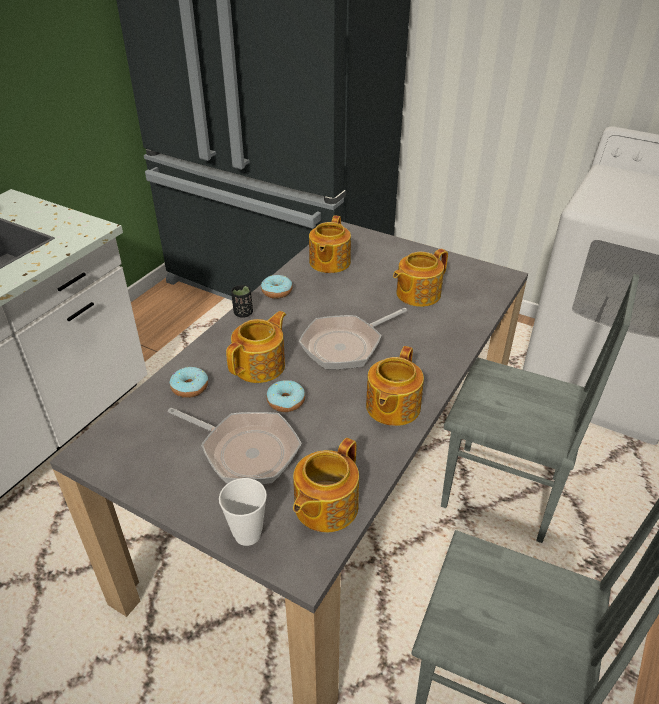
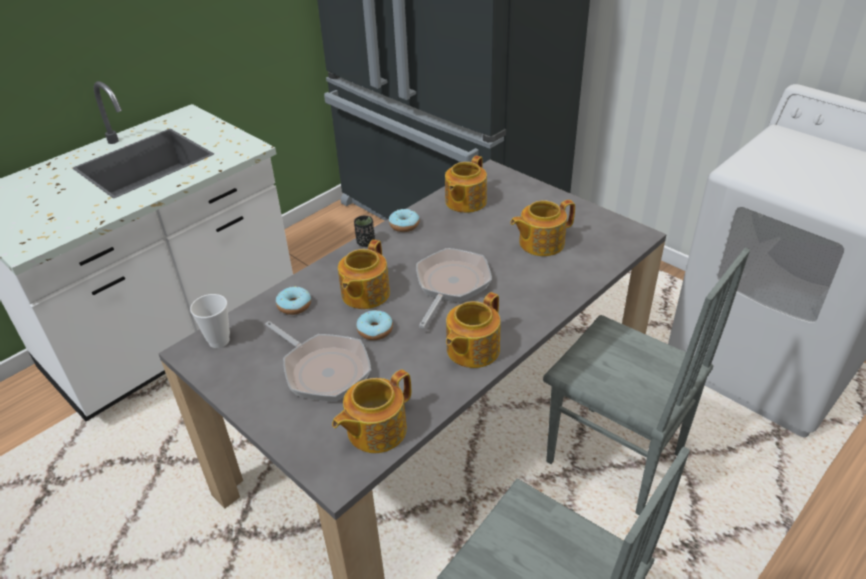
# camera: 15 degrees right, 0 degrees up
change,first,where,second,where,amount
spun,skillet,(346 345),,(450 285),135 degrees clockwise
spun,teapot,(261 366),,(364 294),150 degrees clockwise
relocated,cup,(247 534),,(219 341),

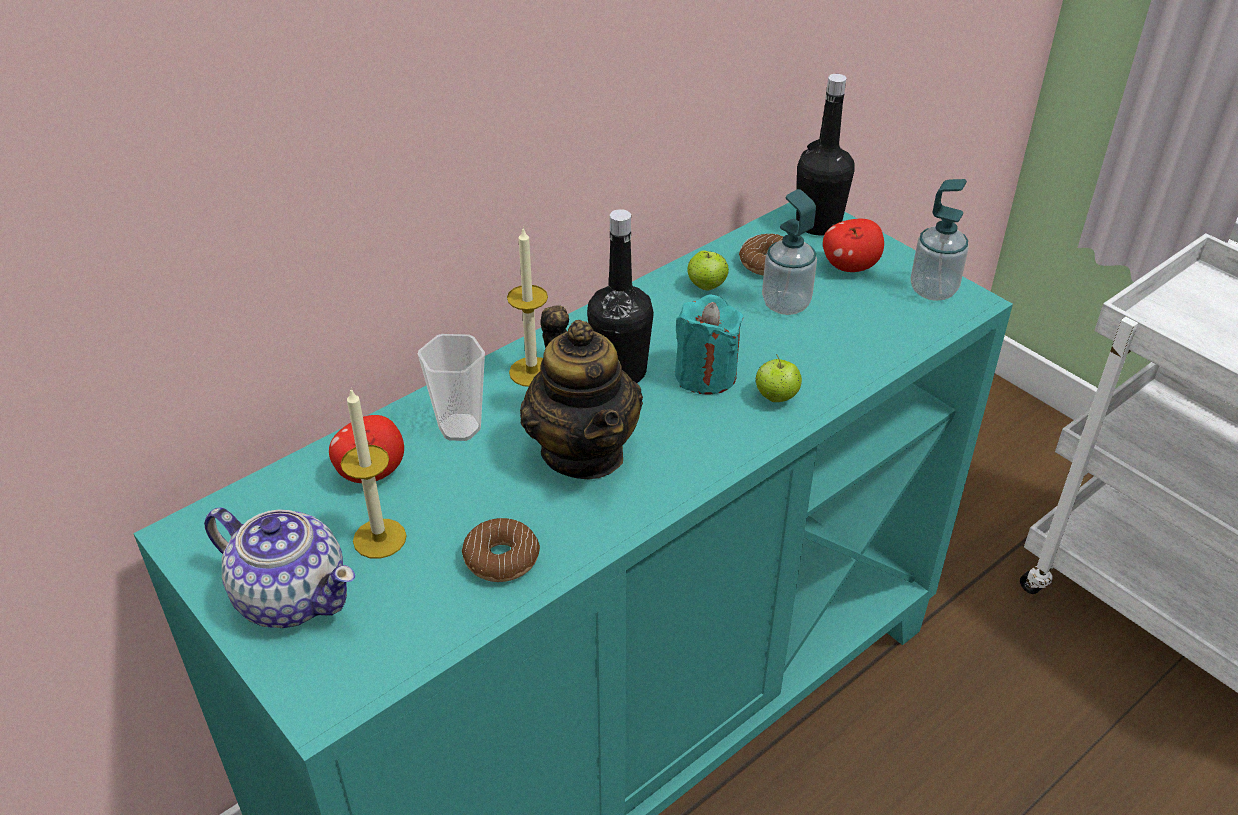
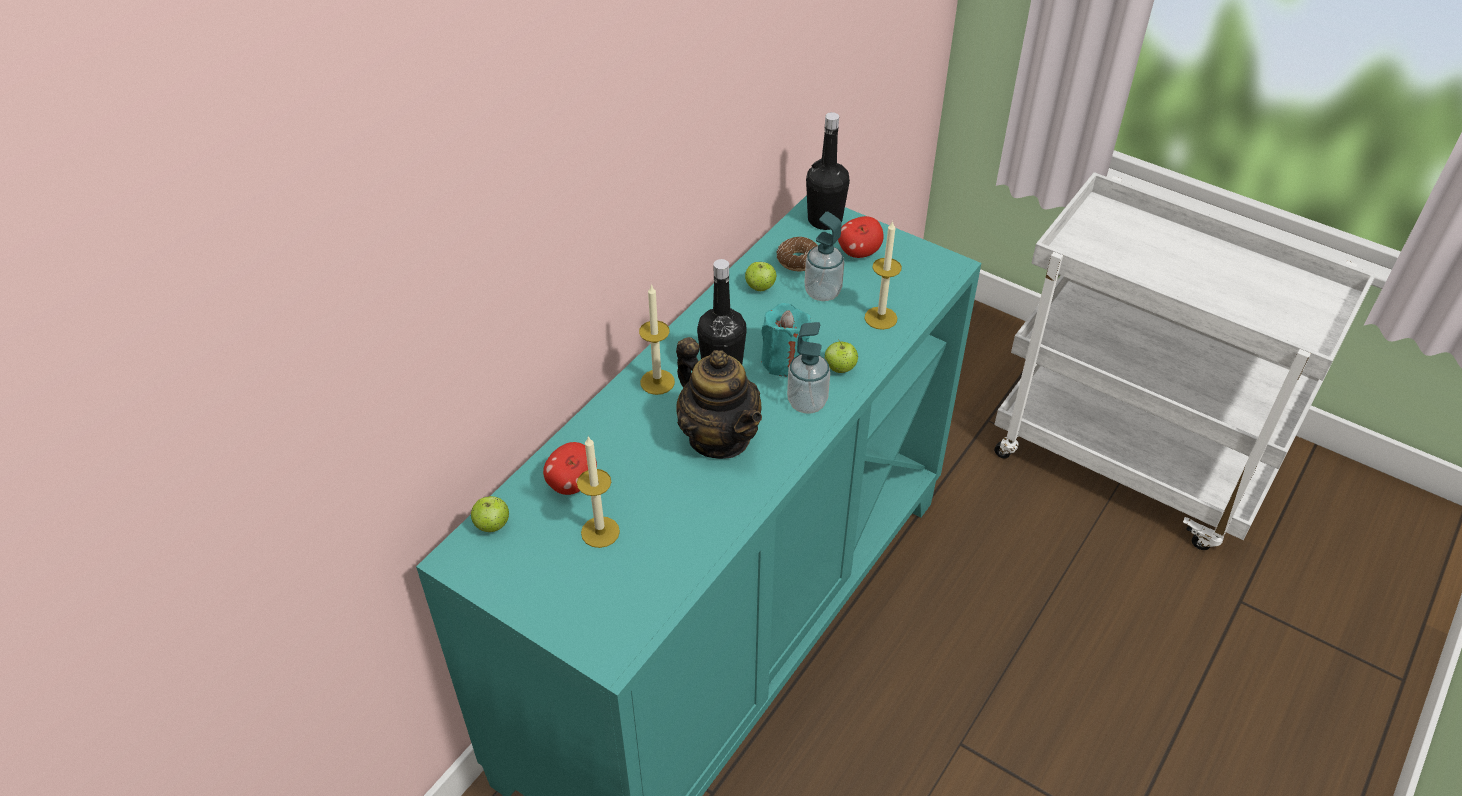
# camera: 15 degrees left, 5 degrees up
change,first,where,second,where,amount
relocated,soap bottle,(933 290),,(807 402),
missing,cup,(460 428),,,
missing,teapot,(291 596),,,
missing,ring doughnut,(501 559),,,
appeared,,,candle,(880 318),
appeared,,,apple fruit,(492 525),

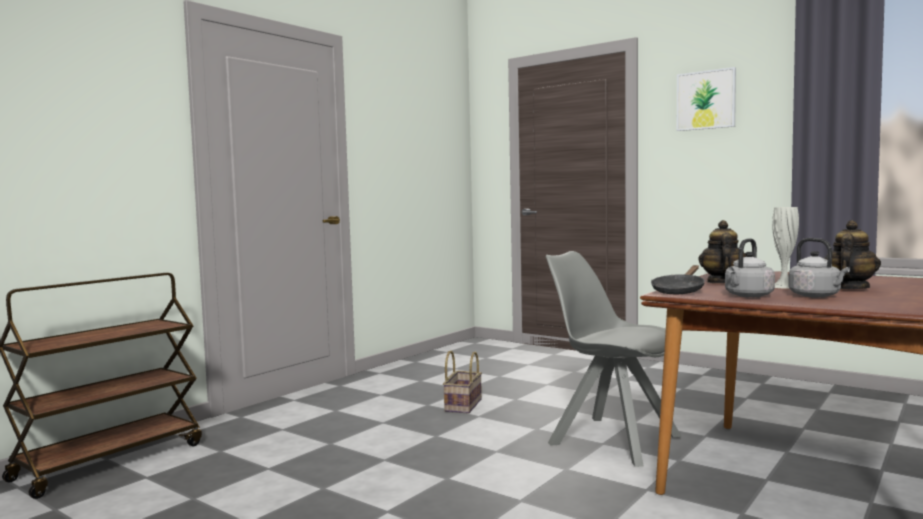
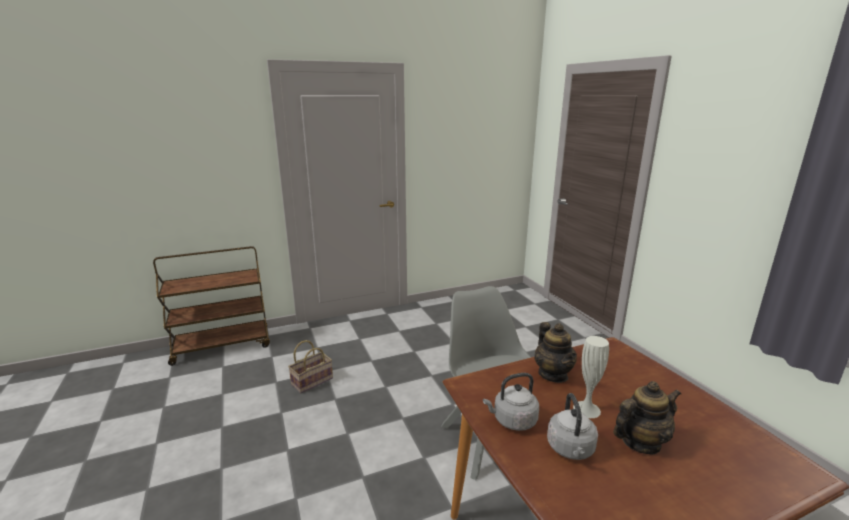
# camera: 30 degrees right, 15 degrees up
change,first,where,second,where,amount
missing,picture,(706 100),,,
spun,teapot,(722 282),,(553 374),120 degrees clockwise
missing,black-coloured skillet,(679 291),,,
relocated,household basket,(462 405),,(312 380),

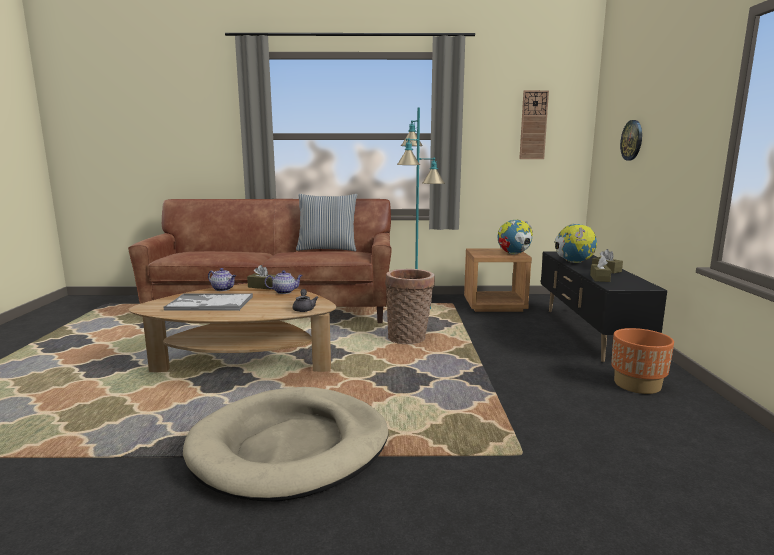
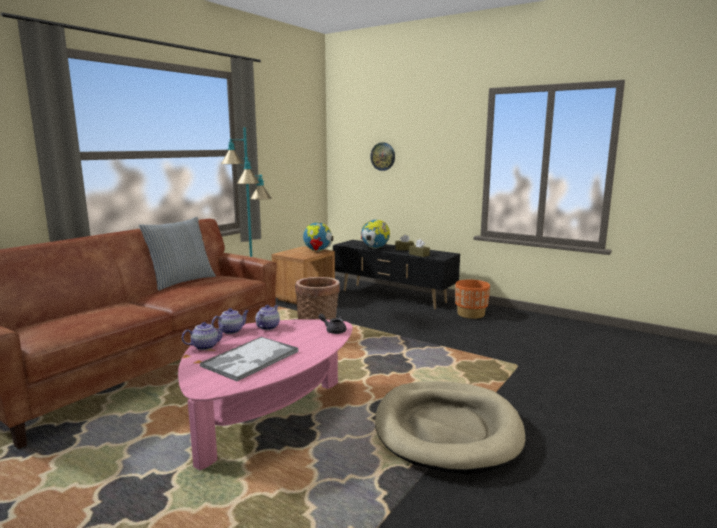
# camera: 55 degrees left, 0 degrees up
change,first,where,second,where,amount
missing,clock on the wall,(533 125),,,
exchanged,brownish tissue holder,(263 286),teapot,(231 331),
colour,brownish lounge table,(243 366),pink lounge table,(268 416),

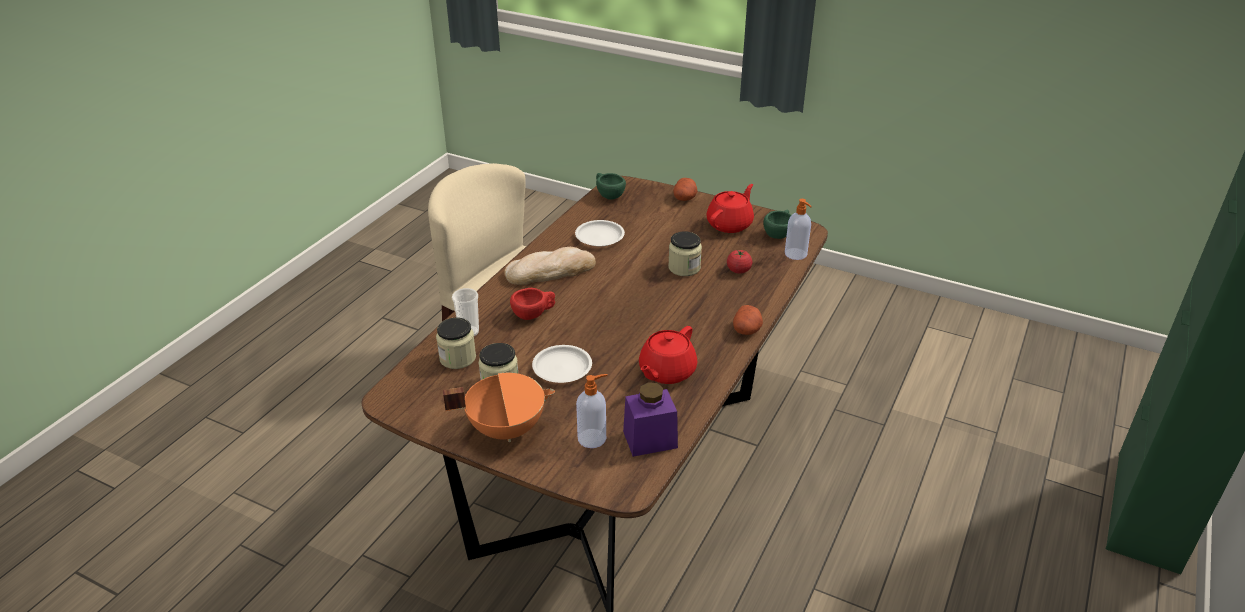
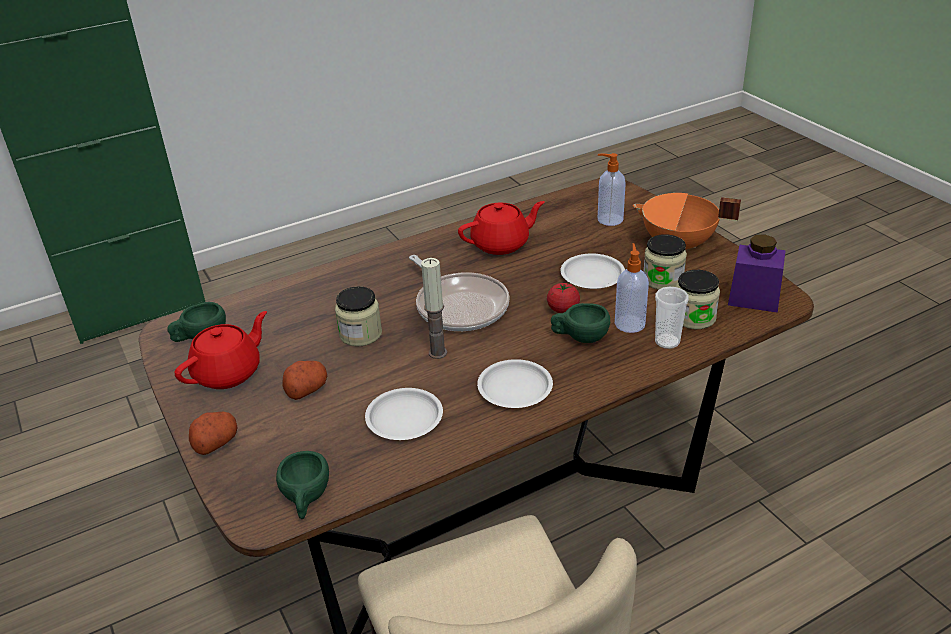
# camera: 145 degrees left, 0 degrees up
change,first,where,second,where,amount
spun,red-coloured teapot,(730 224),,(229 373),150 degrees clockwise
relocated,soap bottle,(796 254),,(629 323),
exchanged,bakery bread,(550 271),white-coloured plate,(515 388),
relocated,fresh tomato,(738 270),,(563 309),
colour,red-coloured cup,(534 314),green-coloured cup,(579 337),
relocated,spud,(747 330),,(306 389),
relocated,purple-coloured preserve jar,(650 439),,(754 298),
appeared,,,skillet,(459 306),
appeared,,,candle,(438 353),

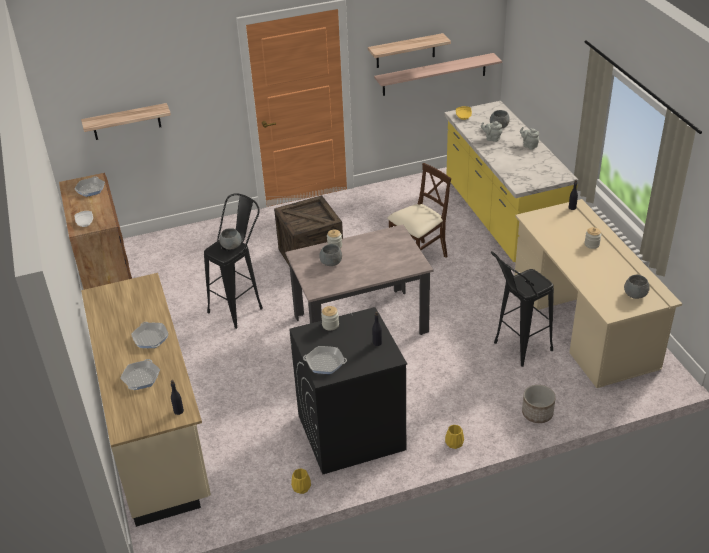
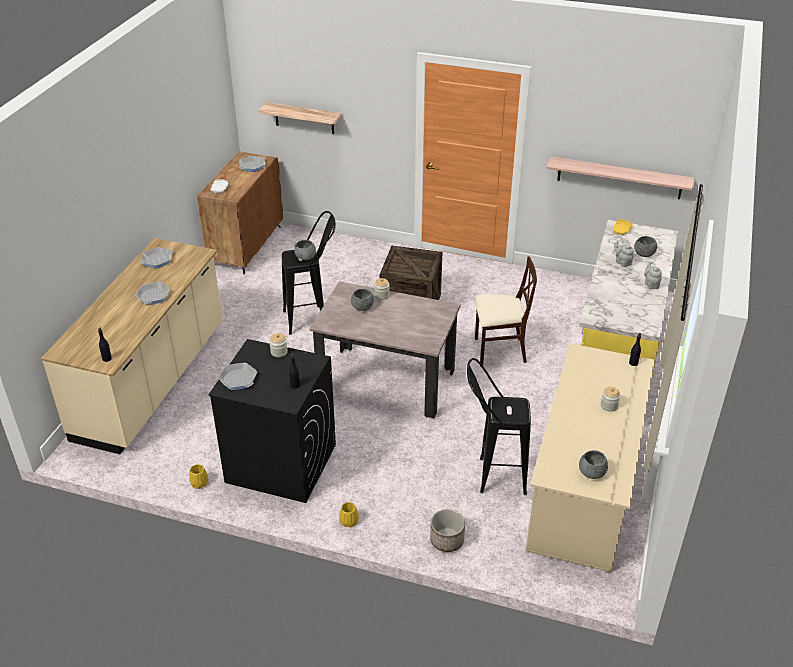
# camera: 35 degrees right, 0 degrees up
change,first,where,second,where,amount
missing,wall shelf,(405 51),,,
relocated,skillet,(141 378),,(157 260),

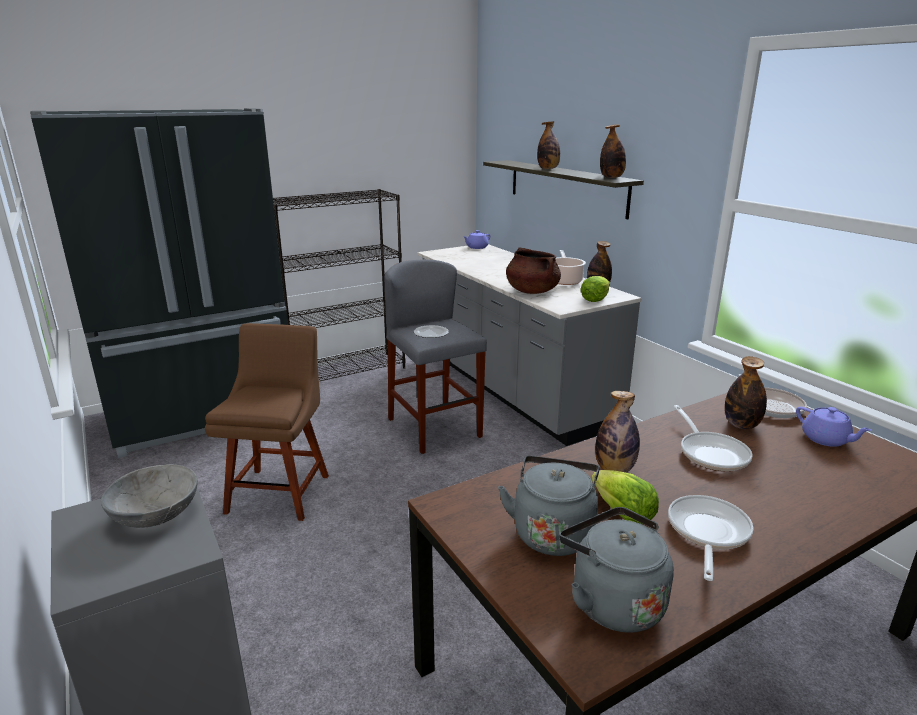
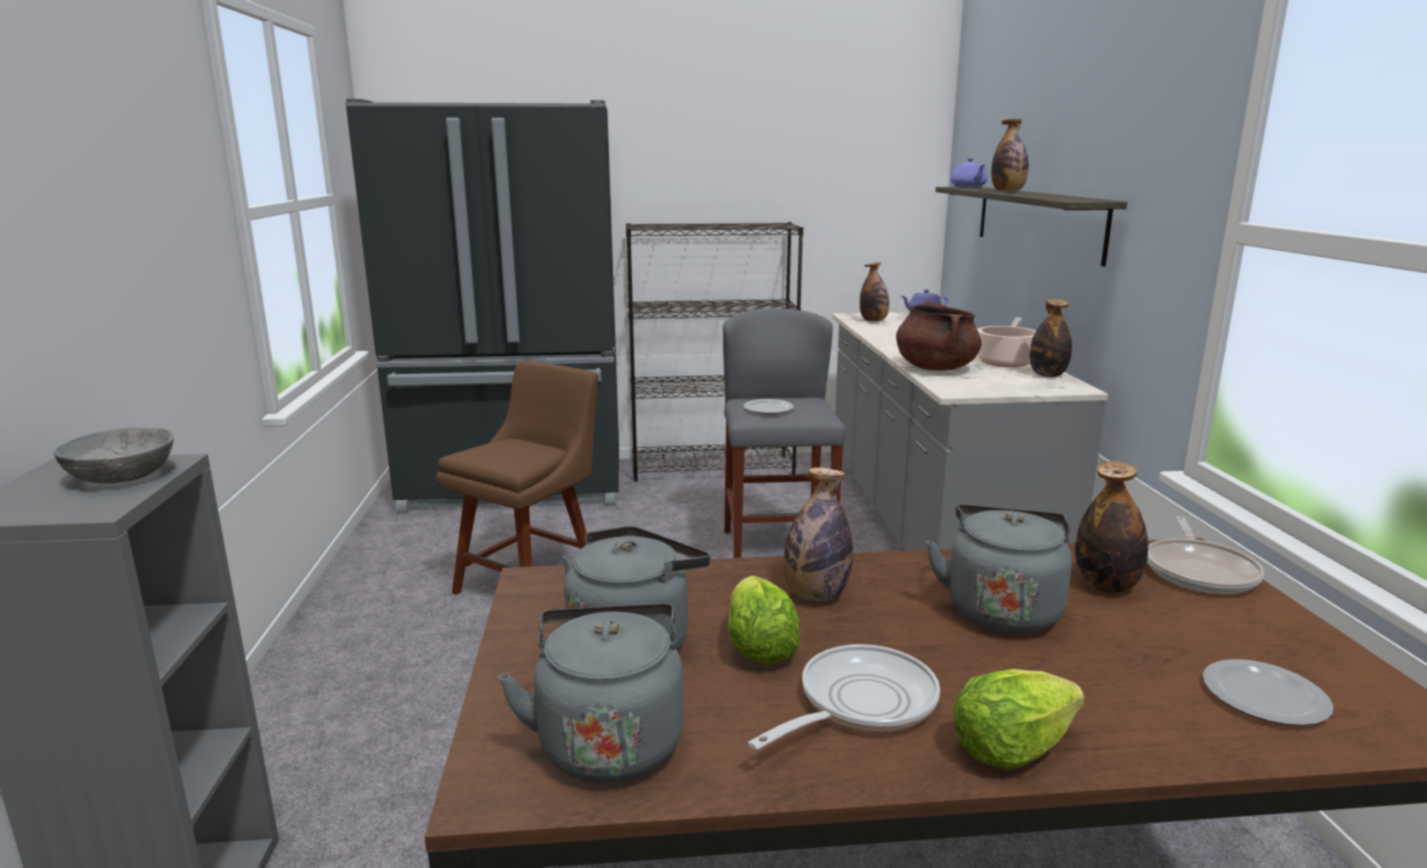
# camera: 25 degrees right, 5 degrees down
change,first,where,second,where,amount
relocated,beverage bottle,(611 177),,(873 321),
relocated,head of lettuce,(594 299),,(1010 749),
exchanged,skillet,(711 453),gray kettle,(1001 609),
relocated,purple-coloured teapot,(826 439),,(968 187),
appeared,,,plate,(1266 697),

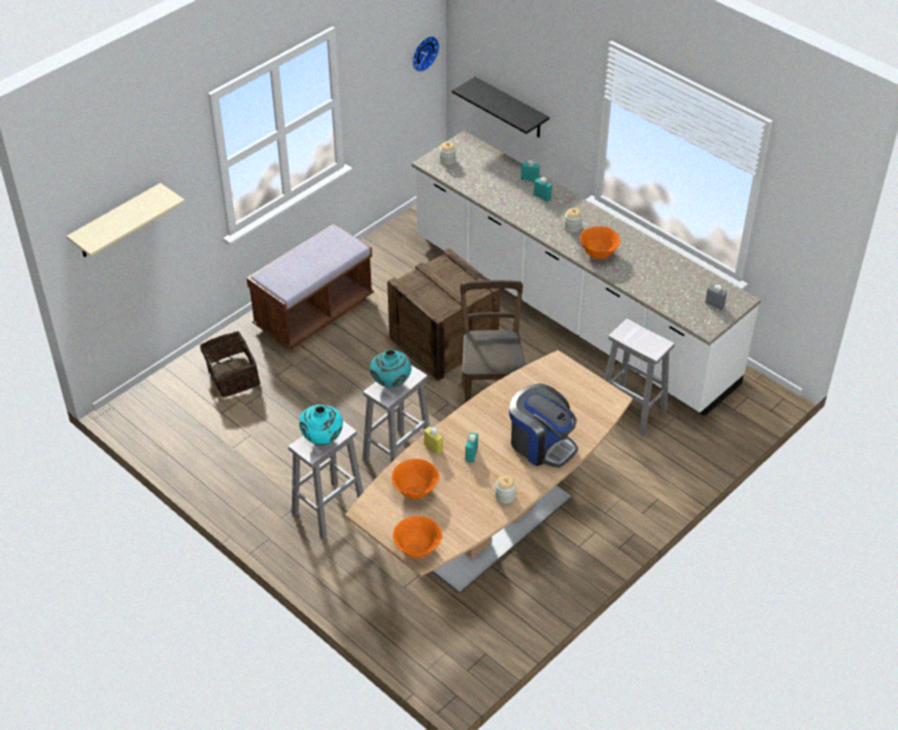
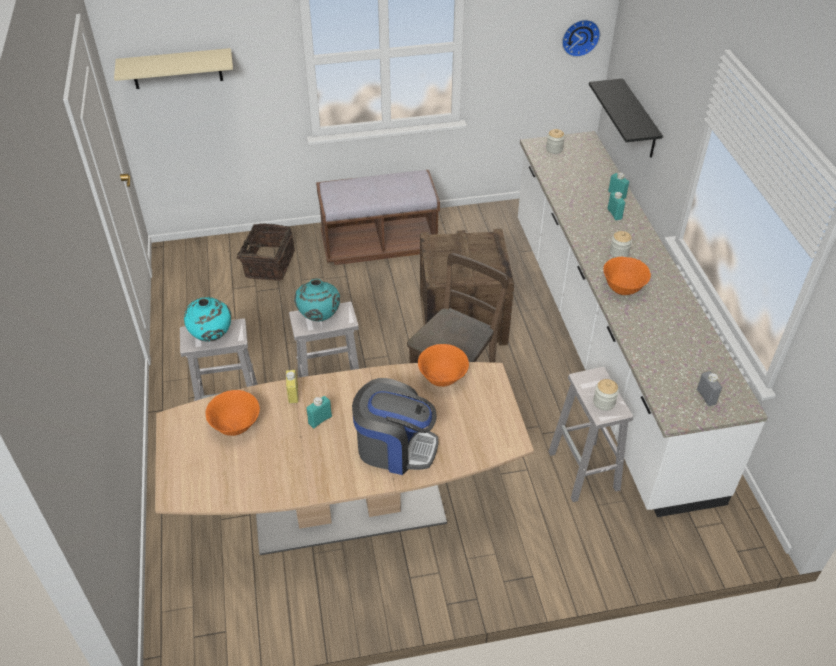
# camera: 35 degrees right, 0 degrees up
change,first,where,second,where,amount
spun,coffee machine,(541 444),,(395 447),60 degrees counterclockwise
relocated,preserve jar,(505 496),,(604 402),
relocated,orangey bowl,(418 548),,(443 378),

